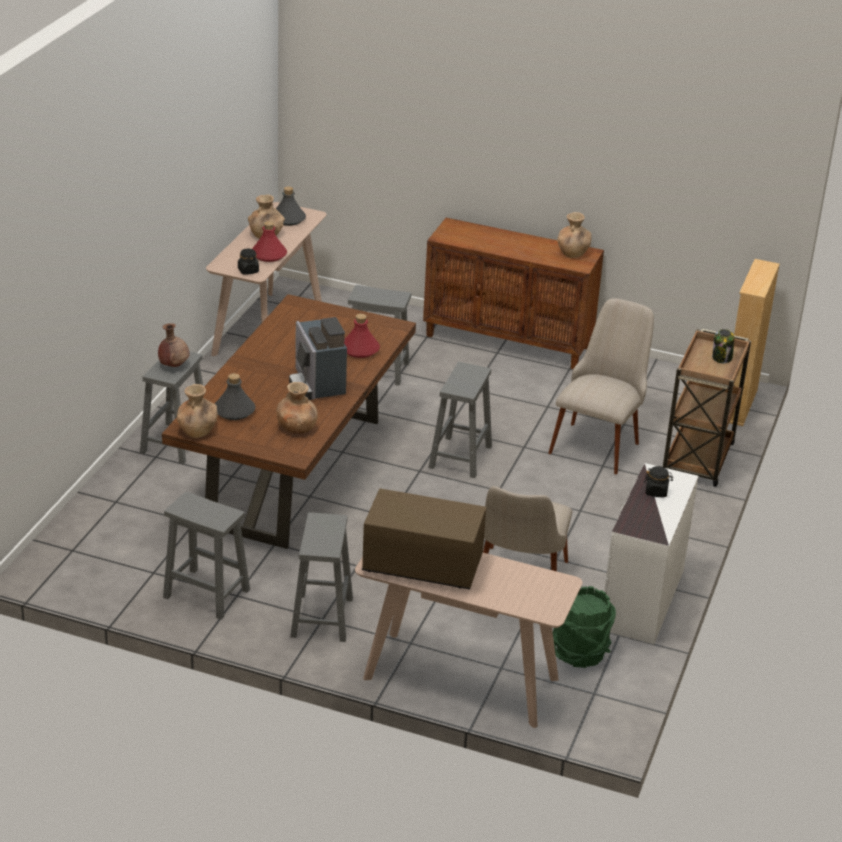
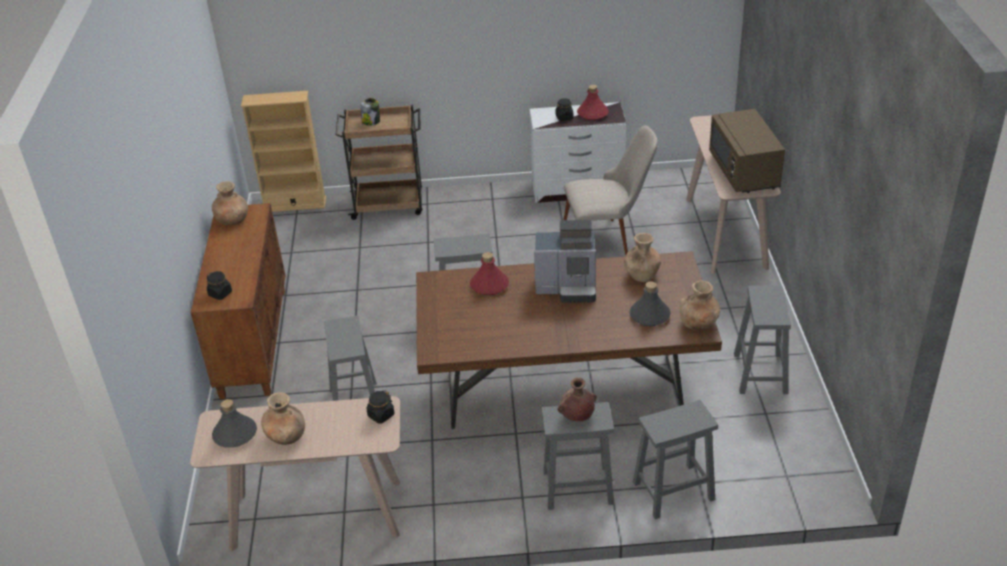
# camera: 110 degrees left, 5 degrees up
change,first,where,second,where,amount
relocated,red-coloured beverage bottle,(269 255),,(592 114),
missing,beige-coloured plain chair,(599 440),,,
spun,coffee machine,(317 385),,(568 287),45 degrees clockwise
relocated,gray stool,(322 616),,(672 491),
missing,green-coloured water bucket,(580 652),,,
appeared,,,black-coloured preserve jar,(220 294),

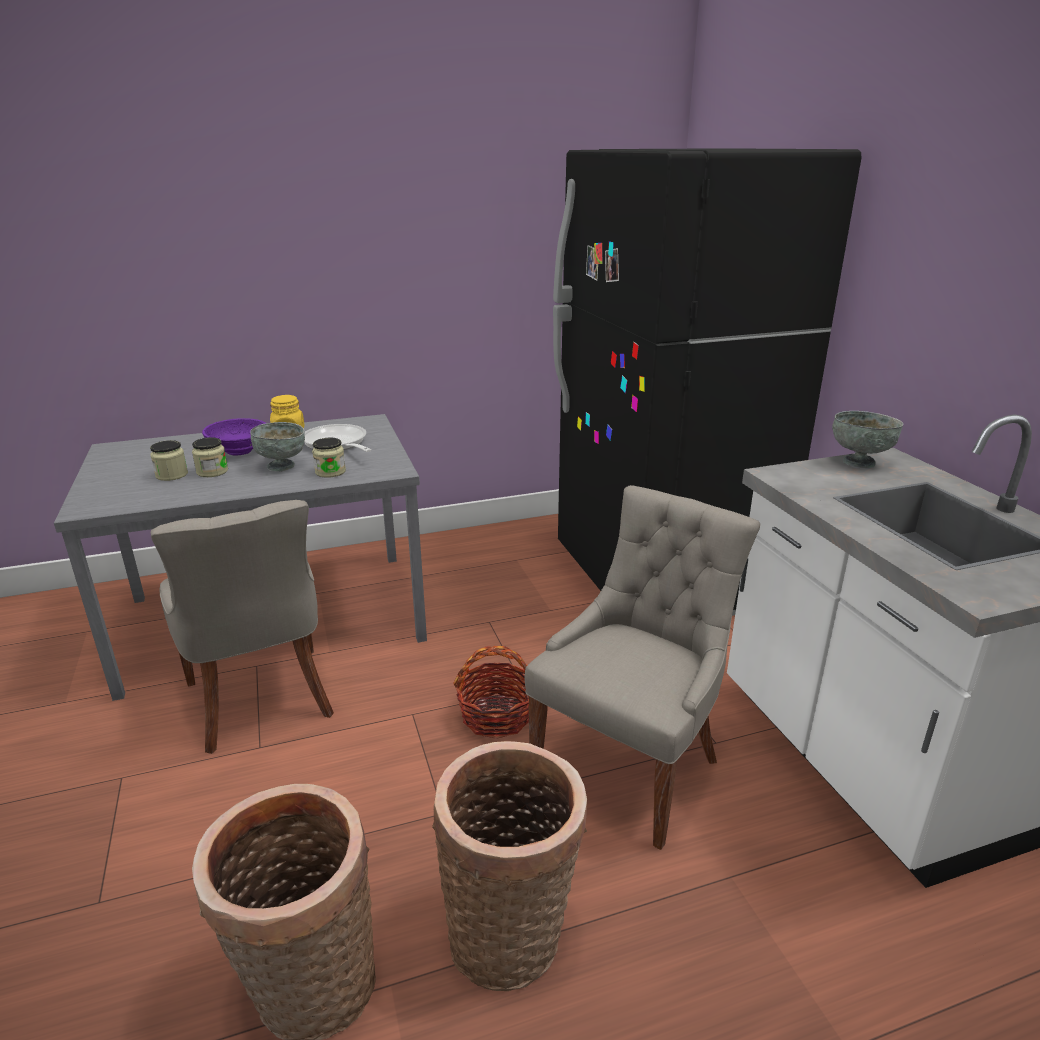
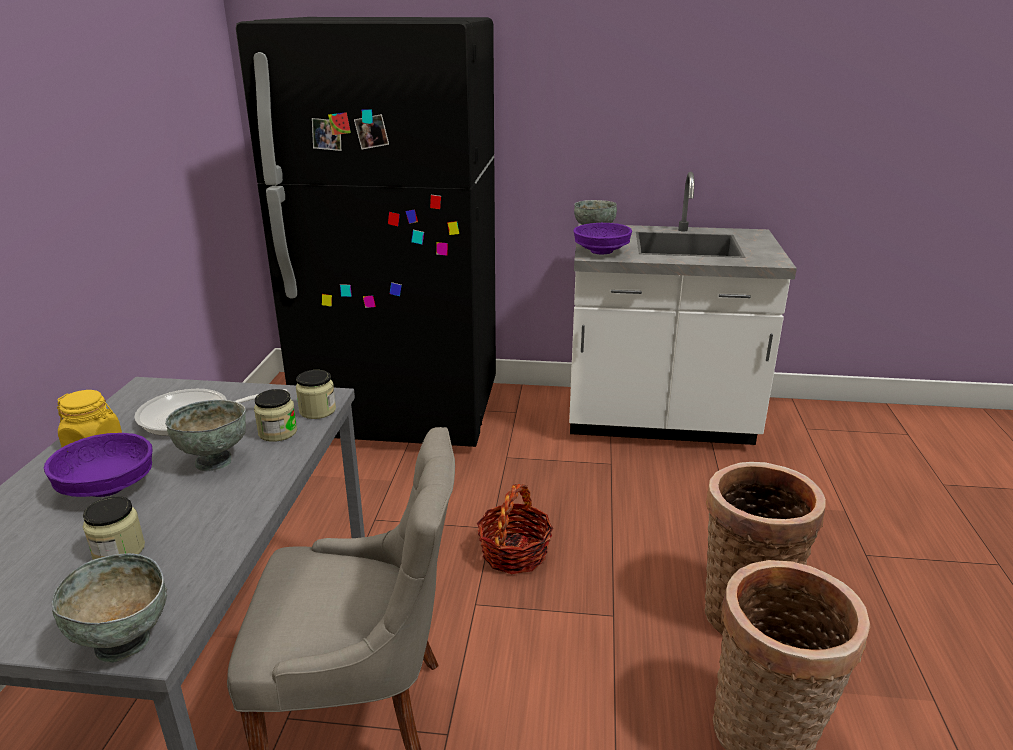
# camera: 65 degrees left, 0 degrees up
change,first,where,second,where,amount
relocated,preserve jar,(212 472),,(317 410),
missing,gray plain chair,(630 766),,,
appeared,,,purple-coloured bowl,(602 251),
appeared,,,gray bowl,(125 642),

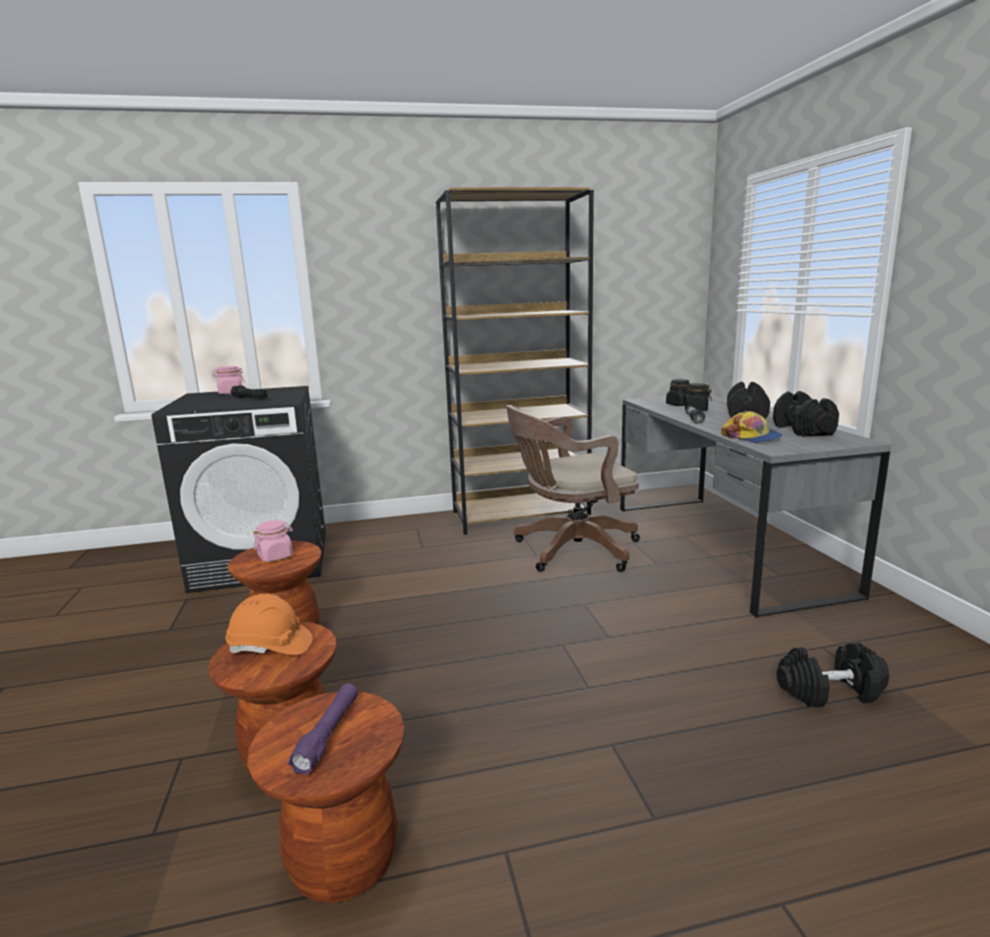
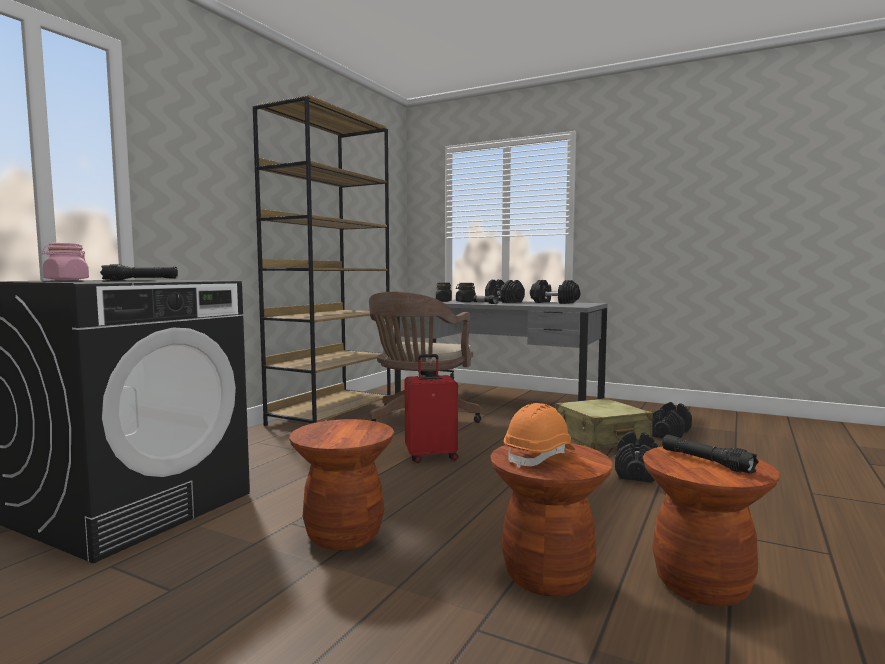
# camera: 50 degrees left, 10 degrees down
change,first,where,second,where,amount
missing,cap,(751 437),,,
missing,pink preserve jar,(276 556),,,
colour,purple-coloured flashlight,(328 735),black-coloured flashlight,(706 462),
appeared,,,red-coloured piece of luggage,(431 456),
appeared,,,beige-coloured piece of luggage,(601 438),
appeared,,,black-coloured hand weight,(637 472),

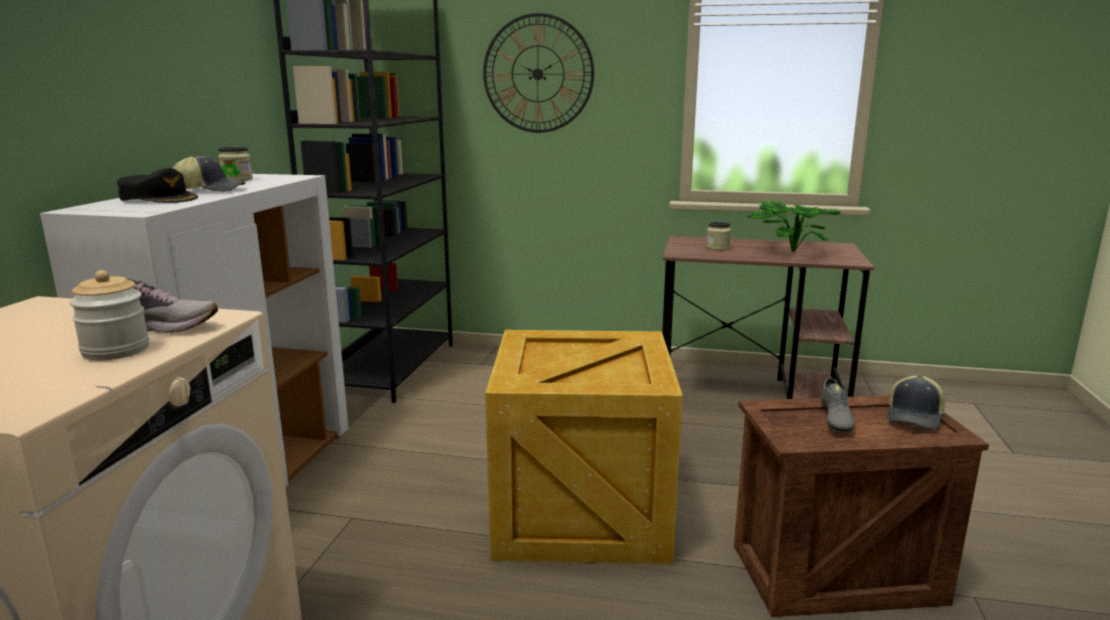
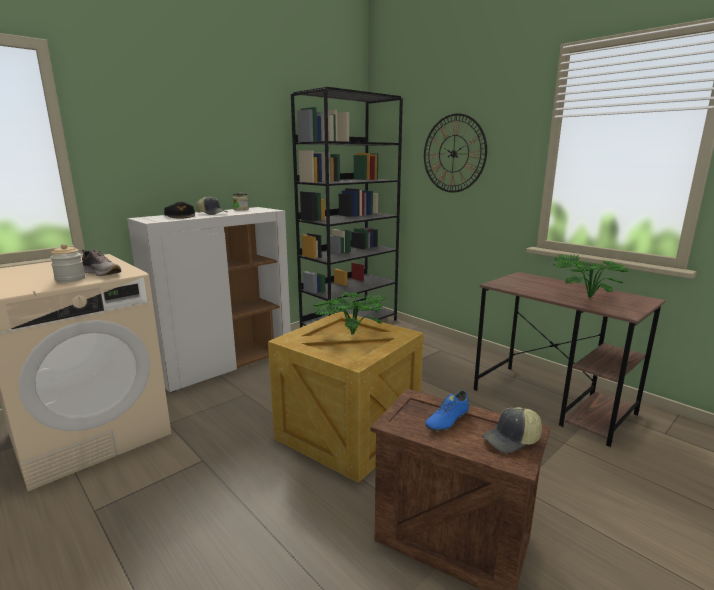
# camera: 35 degrees right, 0 degrees up
change,first,where,second,where,amount
missing,preserve jar,(717 248),,,
colour,gray low shoe,(835 419),blue low shoe,(447 420),
appeared,,,plant in a pot,(350 336),

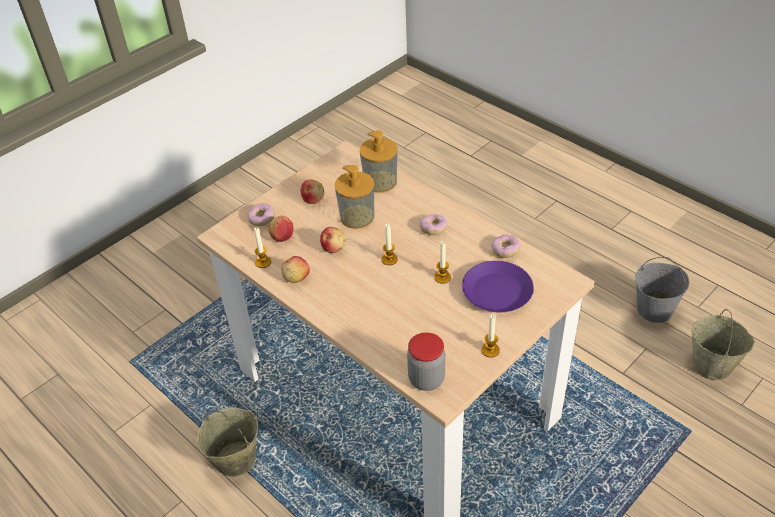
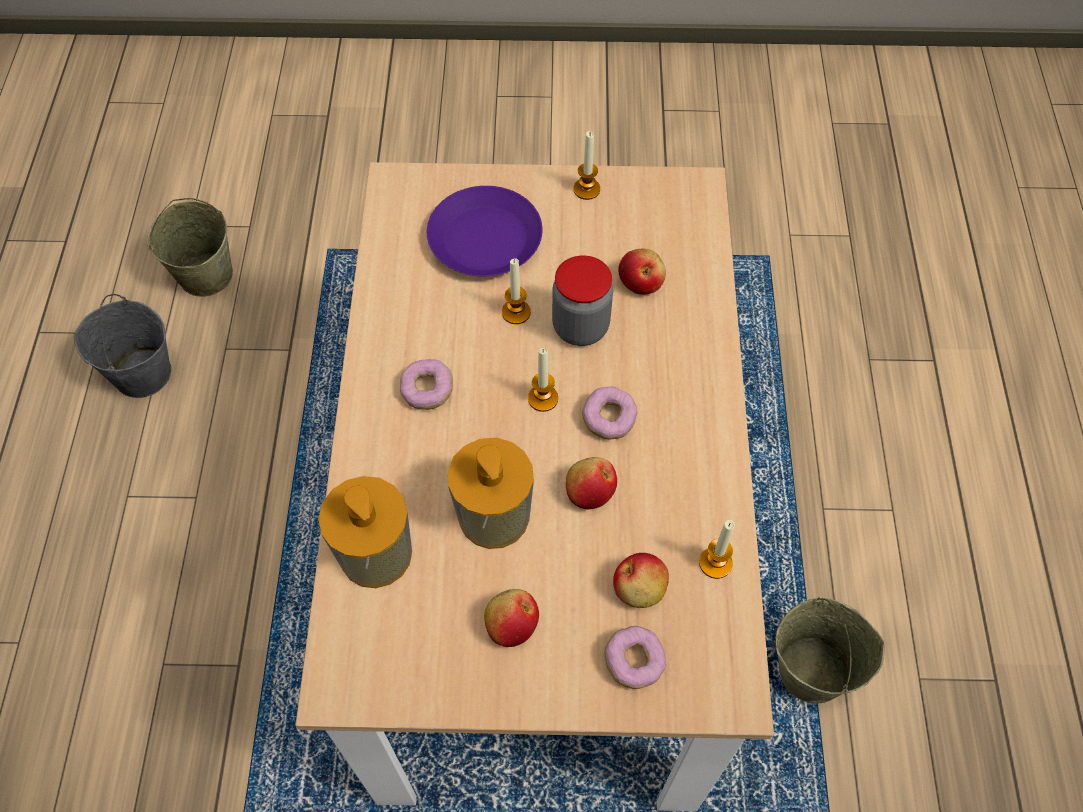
# camera: 135 degrees left, 15 degrees up
change,first,where,second,where,amount
relocated,ring doughnut,(505 251),,(609 419),
relocated,apple fruit,(296 277),,(641 282),
relocated,preserve jar,(426 379),,(580 327),

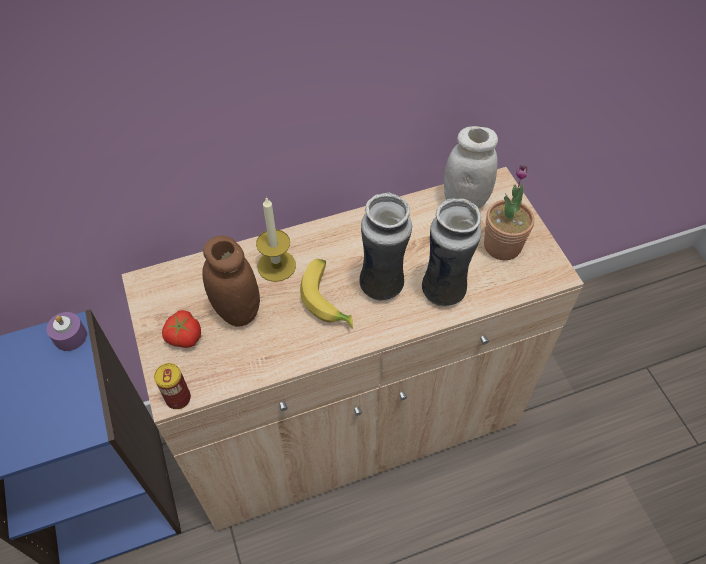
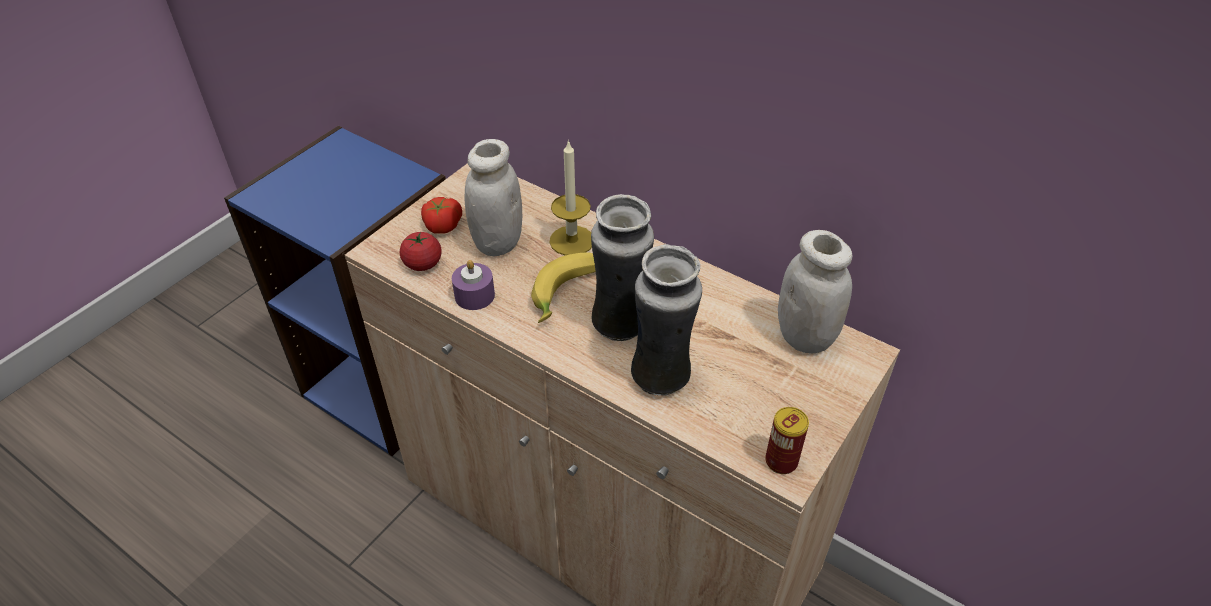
# camera: 55 degrees right, 10 degrees down
change,first,where,second,where,amount
missing,plant in a pot,(502 246),,,
colour,brownish preserve jar,(237 311),white-coloured preserve jar,(497 242),
relocated,purple-coloured candle,(70 336),,(474 295),
relocated,metal can,(178 398),,(781 461),
appeared,,,fresh tomato,(423 264),

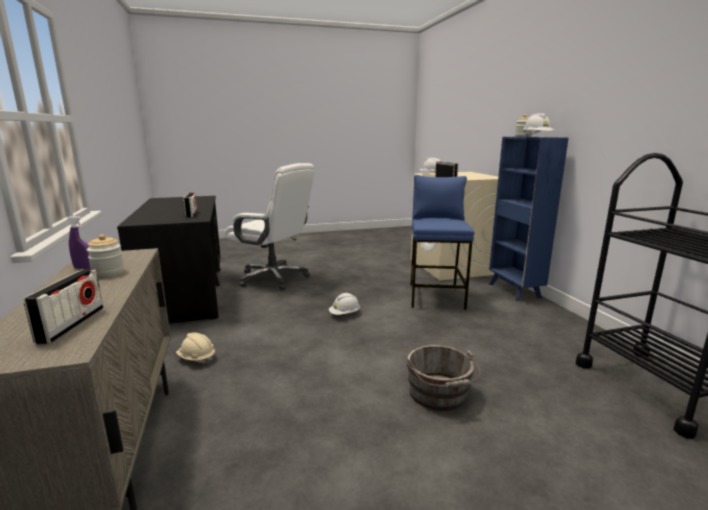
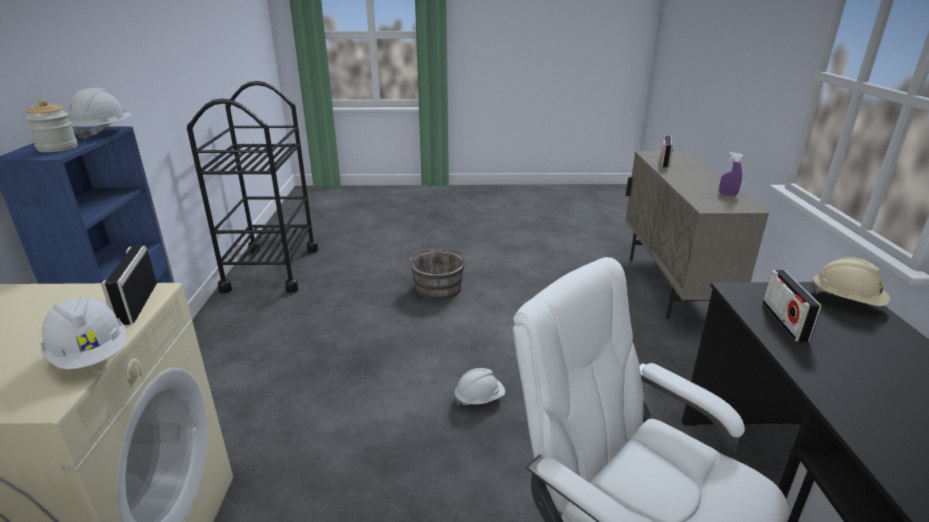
# camera: 165 degrees left, 10 degrees up
change,first,where,second,where,amount
missing,blue stool,(436 296),,,
missing,preserve jar,(108 272),,,
relocated,beige-coloured work helmet,(197 359),,(846 300),

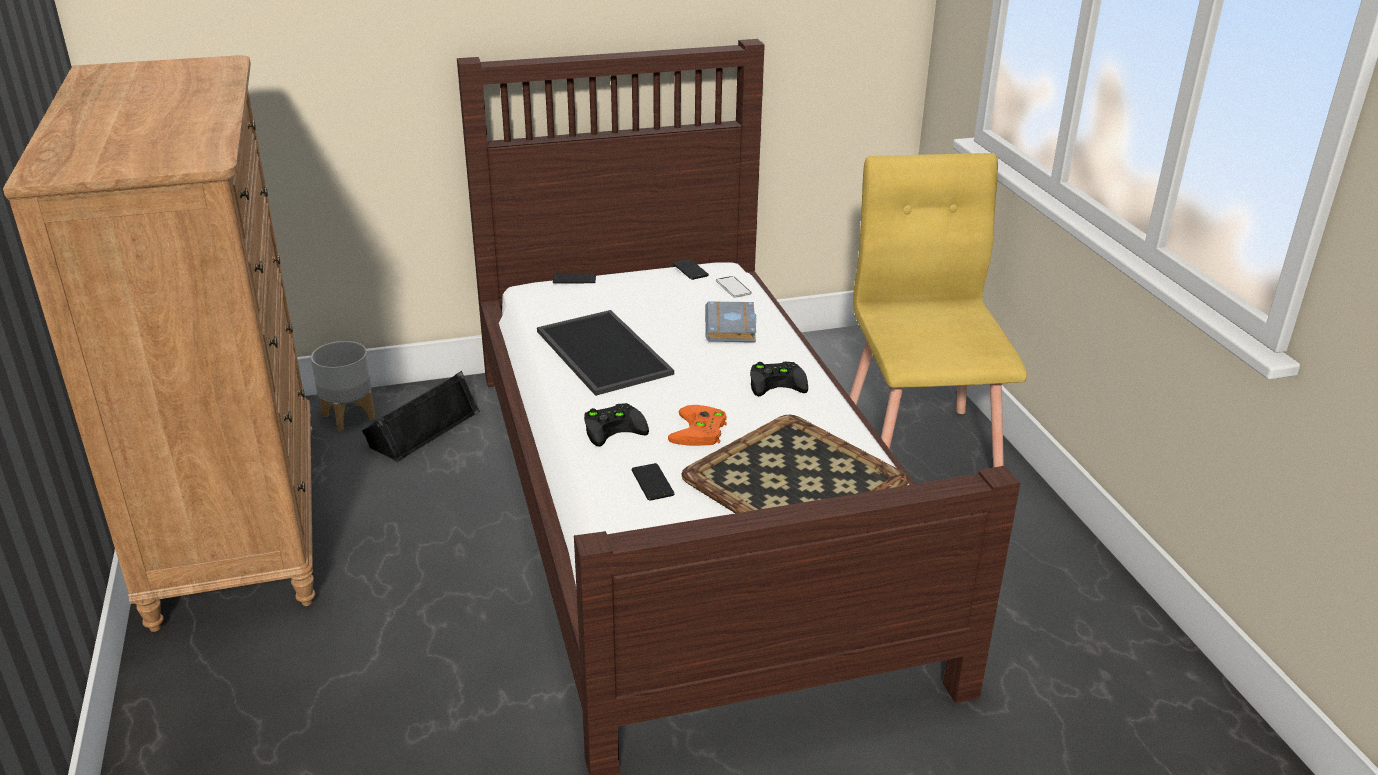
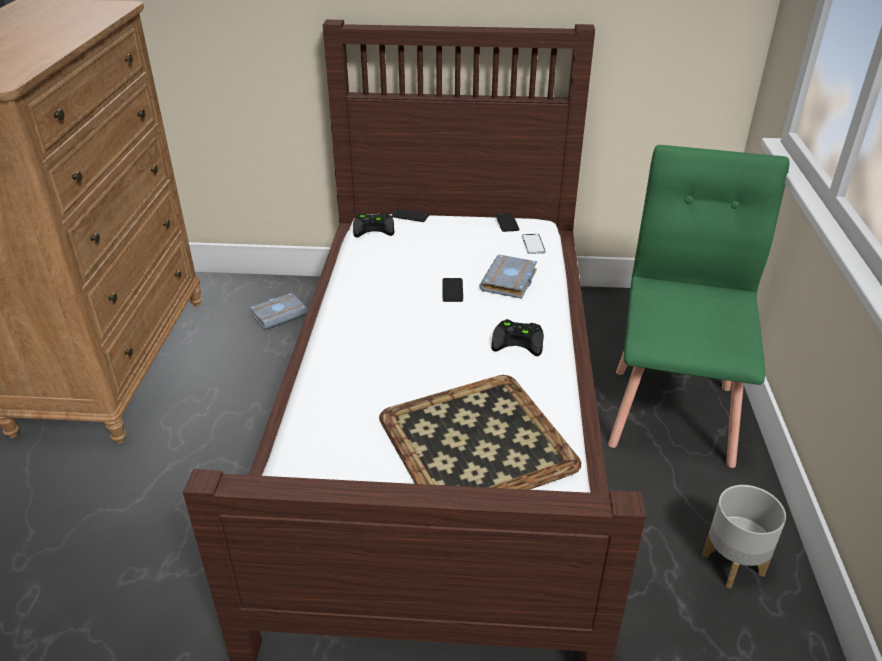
# camera: 20 degrees right, 5 degrees up
change,first,where,second,where,amount
colour,yellow plain chair,(921 446),green-coloured plain chair,(673 414),
missing,serving tray,(600 352),,,
relocated,gray plant pot,(349 417),,(733 565),
exchanged,black-coloured loudspeaker,(422 428),gray bound book,(279 314),
relocated,black-coloured gamepad,(615 427),,(375 227),
missing,orangey gamepad,(700 432),,,
relocated,handset,(652 482),,(452 290),

